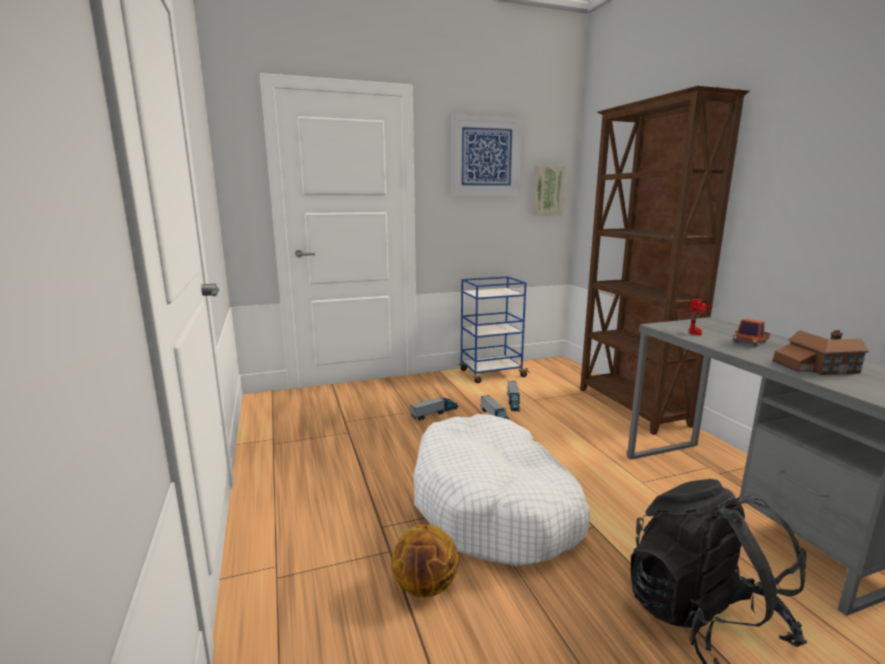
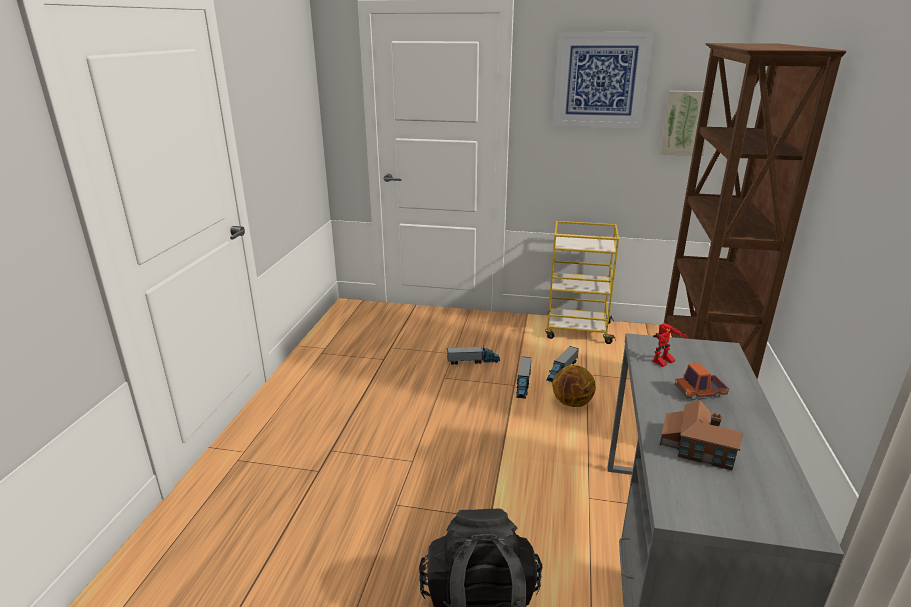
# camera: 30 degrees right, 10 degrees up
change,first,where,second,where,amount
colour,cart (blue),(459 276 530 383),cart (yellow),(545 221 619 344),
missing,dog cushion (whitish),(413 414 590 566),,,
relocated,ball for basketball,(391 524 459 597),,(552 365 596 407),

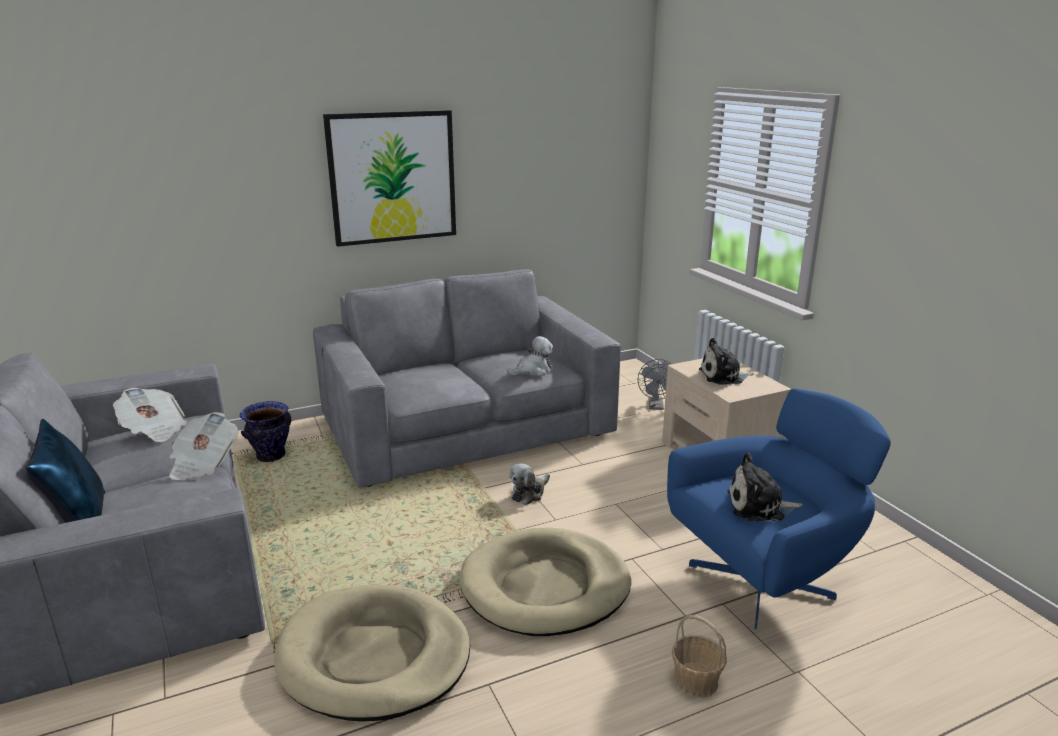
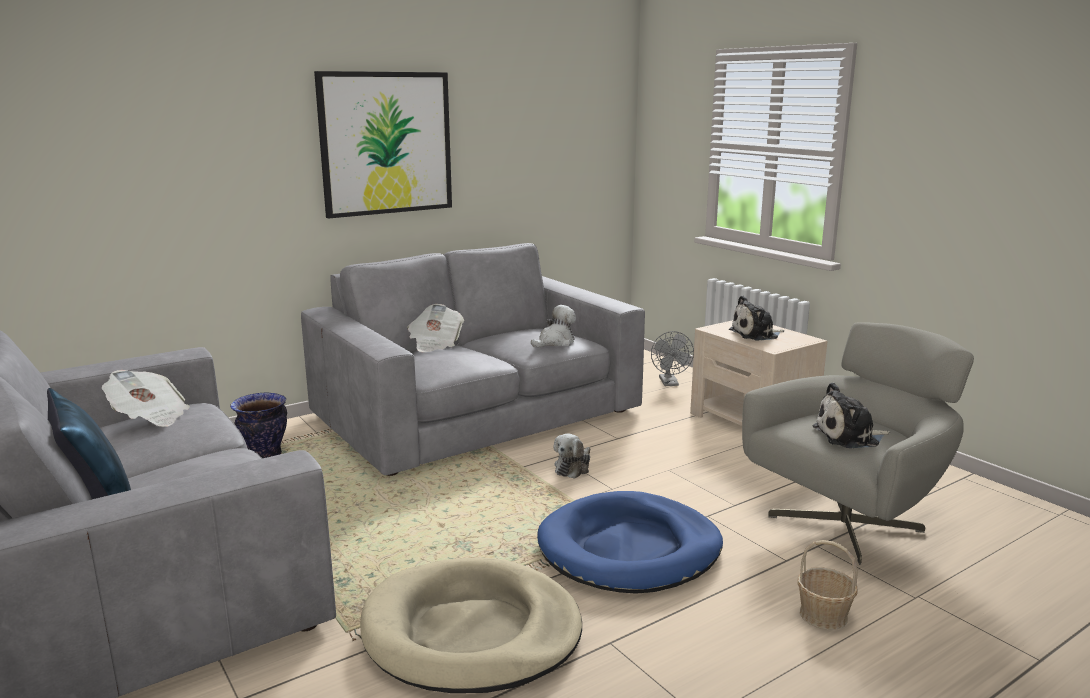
# camera: 10 degrees left, 5 degrees down
change,first,where,second,where,amount
colour,easy chair (blue),(667 388 891 630),easy chair (grey),(742 322 974 565),
relocated,daily paper,(170 412 238 480),,(407 304 464 352),
colour,dog cushion (beige),(459 527 631 636),dog cushion (blue),(537 491 723 594),

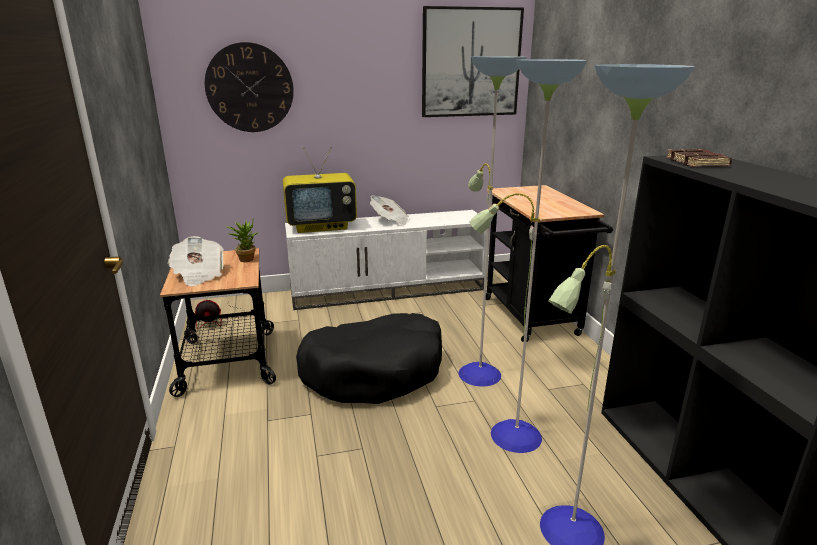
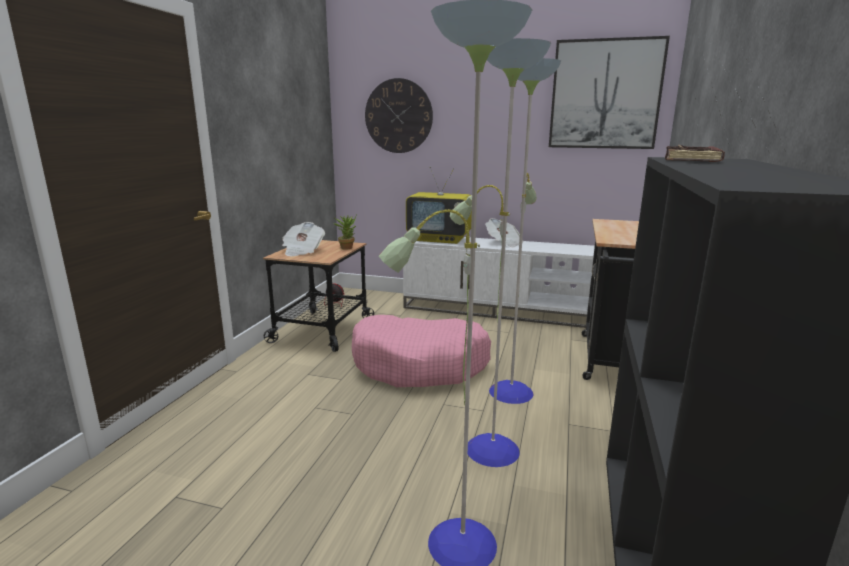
# camera: 30 degrees right, 5 degrees down
change,first,where,second,where,amount
colour,dog cushion (black),(296 313 442 404),dog cushion (pinkish),(352 315 491 387),

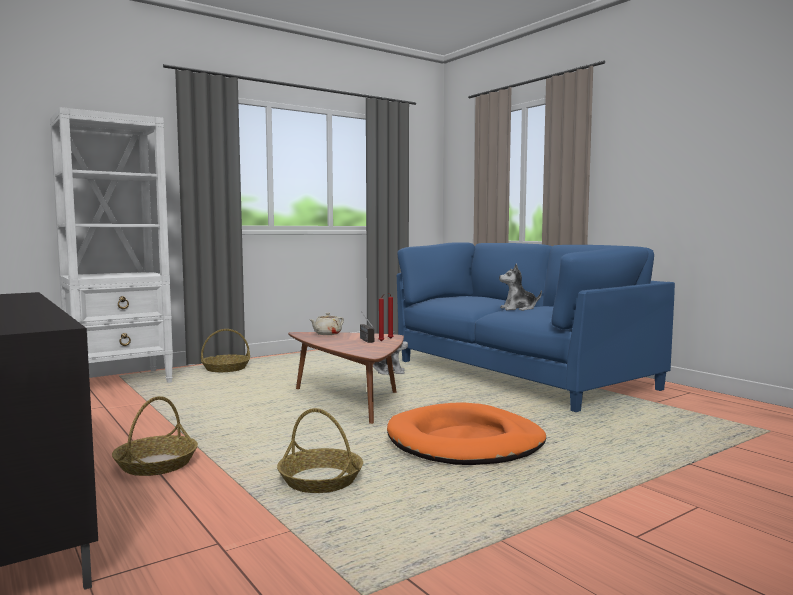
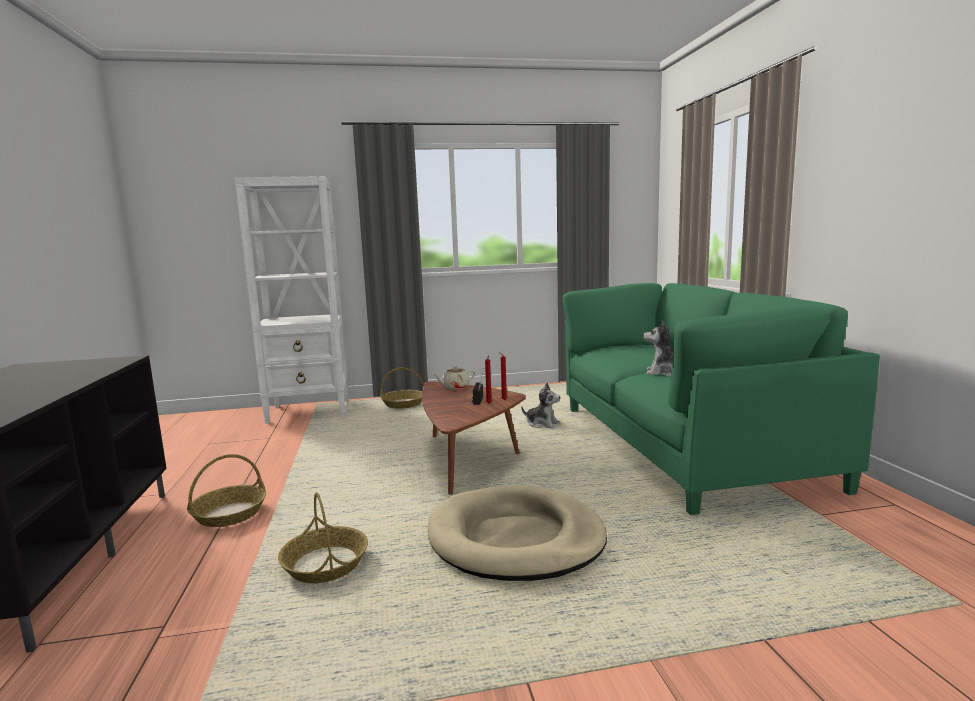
# camera: 25 degrees right, 5 degrees up
change,first,where,second,where,amount
colour,settee (blue),(397 242 675 412),settee (green),(562 283 880 515),
colour,dog cushion (orange),(387 403 546 465),dog cushion (beige),(428 486 607 581),

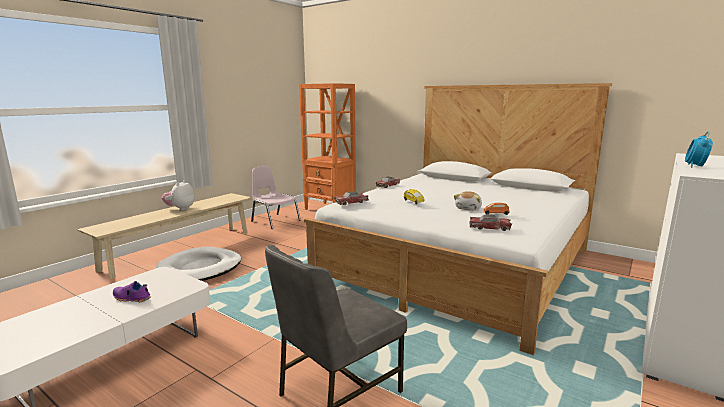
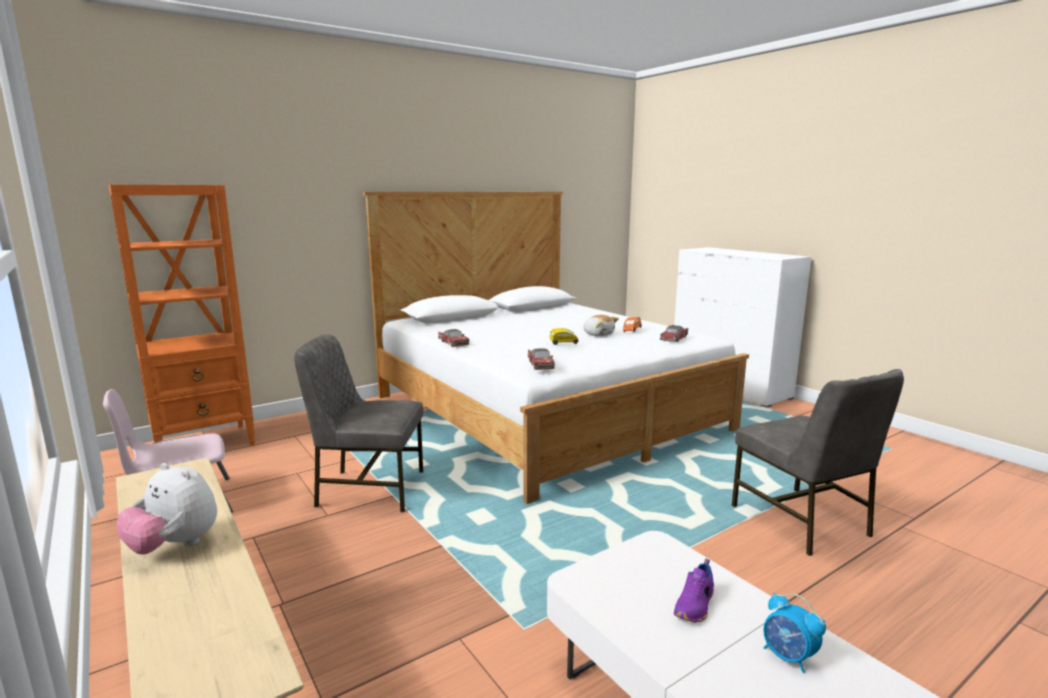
# camera: 70 degrees left, 0 degrees up
change,first,where,second,where,amount
relocated,bedside clock,(685 131 713 168),,(763 593 826 673),
missing,dog cushion (whitish),(156 247 241 281),,,
appeared,,,upright chair (grey),(294 334 424 512),

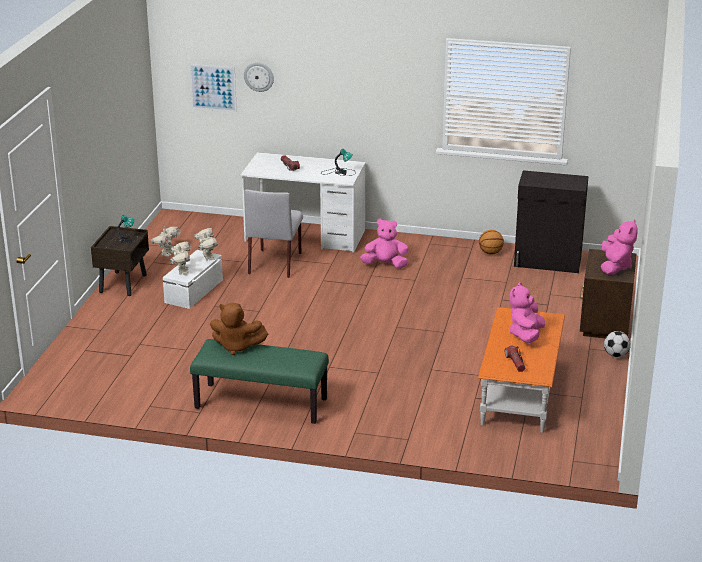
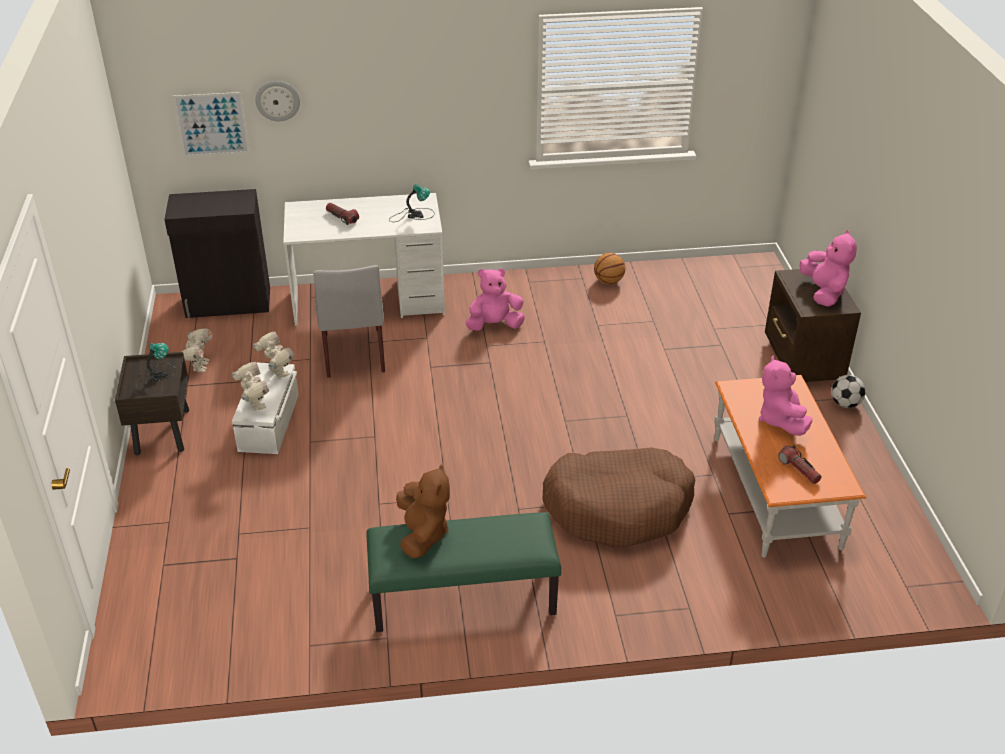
# camera: 20 degrees left, 10 degrees up
change,first,where,second,where,amount
relocated,storage cabinet (black),(514 170 589 273),,(164 189 270 318),
spun,soft toy (brown),(210 303 268 355),,(396 464 450 559),90 degrees counterclockwise
appeared,,,dog cushion (brown),(543 447 695 547),

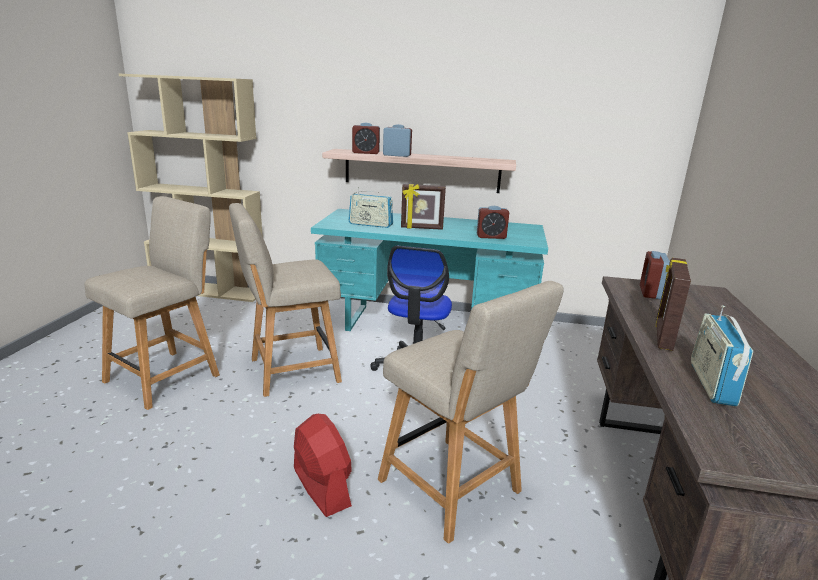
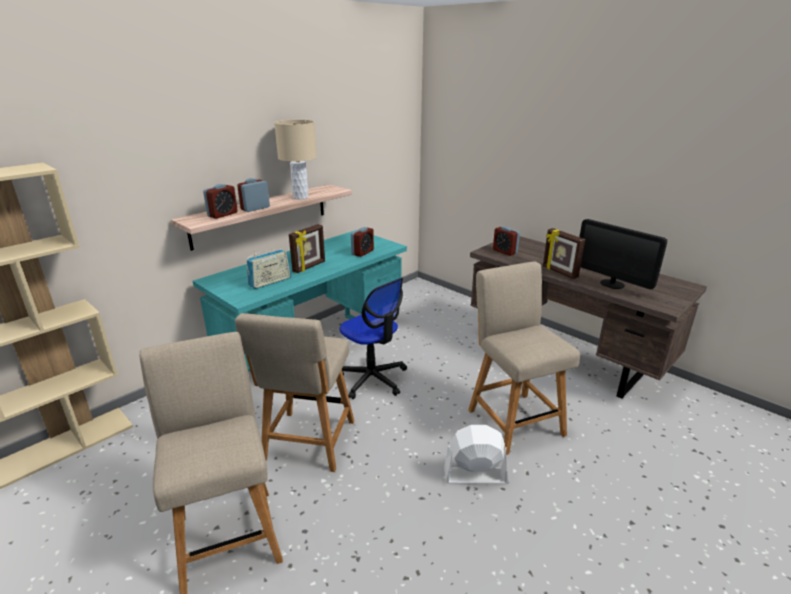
# camera: 55 degrees left, 5 degrees up
change,first,where,second,where,amount
spun,upright chair (beige),(378 281 564 544),,(468 261 580 455),105 degrees counterclockwise
exchanged,radio receiver,(691 306 753 407),monitor,(579 219 667 289),
colour,fan (red-coloured),(294 414 352 517),fan (whitish),(444 425 508 485),
appeared,,,lamp for a table (beige),(274 120 317 200),

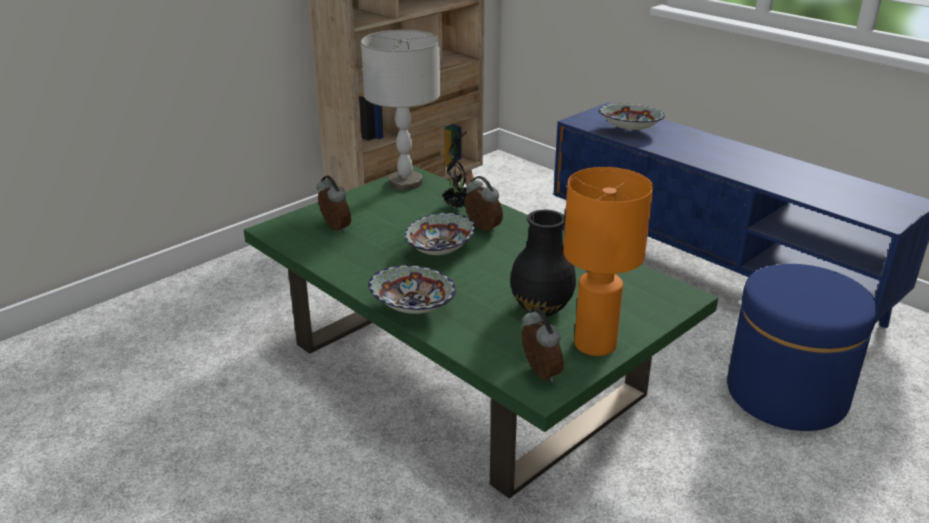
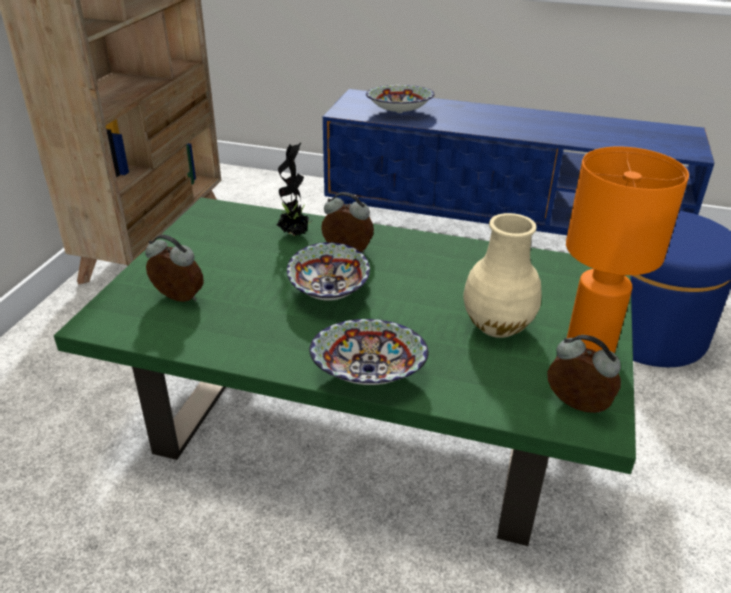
# camera: 30 degrees left, 5 degrees up
change,first,where,second,where,amount
missing,lamp for a table (grey),(361 30 440 190),,,
colour,decorative vase (black),(510 210 576 317),decorative vase (beige),(463 213 542 338),

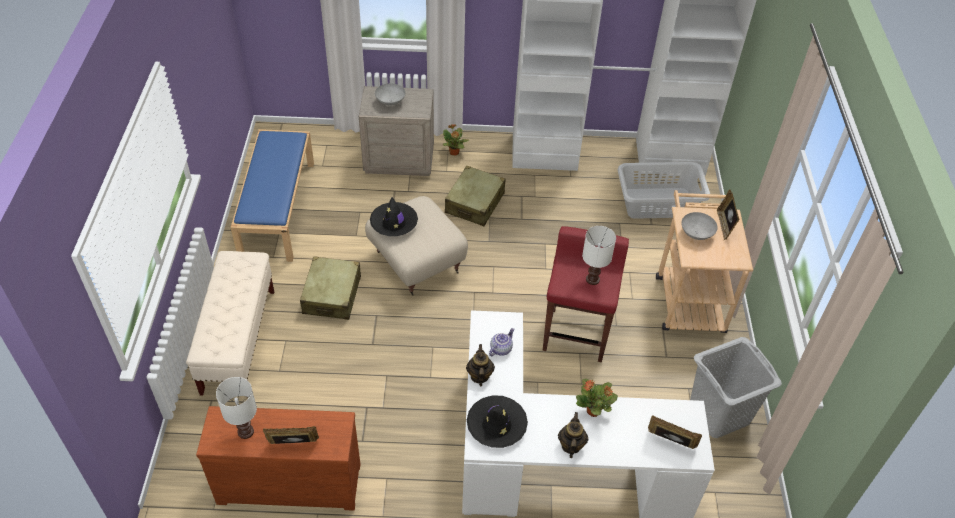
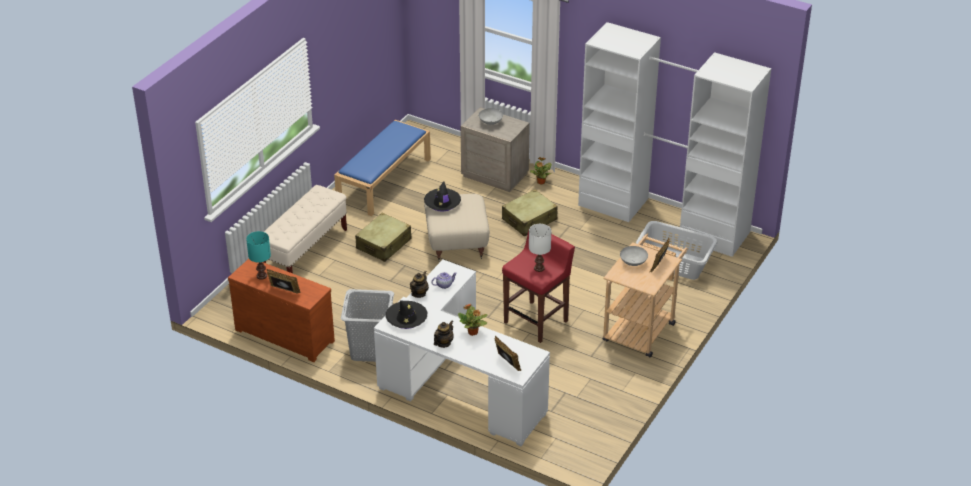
# camera: 30 degrees right, 10 degrees down
change,first,where,second,where,amount
relocated,laundry basket (grey),(690 337 782 438),,(341 289 394 362),
colour,lamp for a table (whitish),(216 377 257 439),lamp for a table (turquoise-coloured),(246 231 271 280),

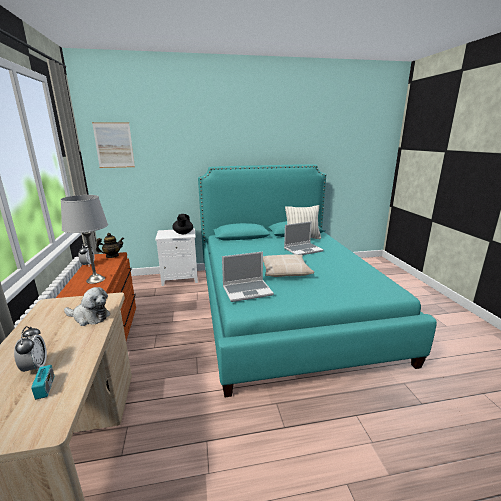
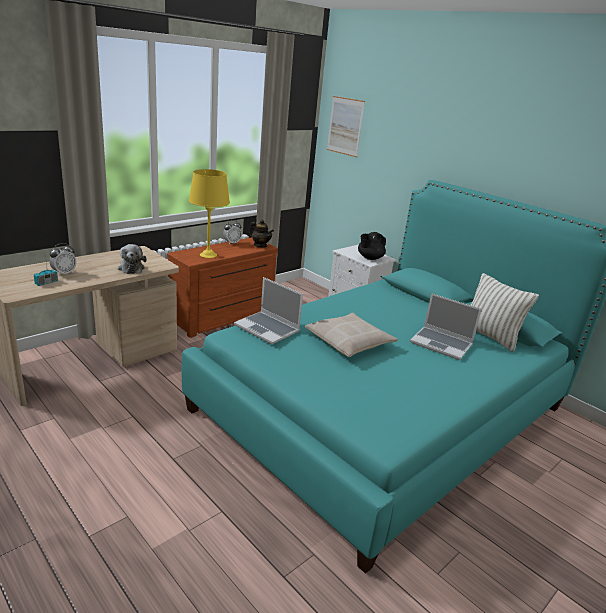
# camera: 55 degrees right, 5 degrees up
change,first,where,second,where,amount
colour,lamp for a table (grey),(61 195 108 284),lamp for a table (yellow),(189 169 230 258),

